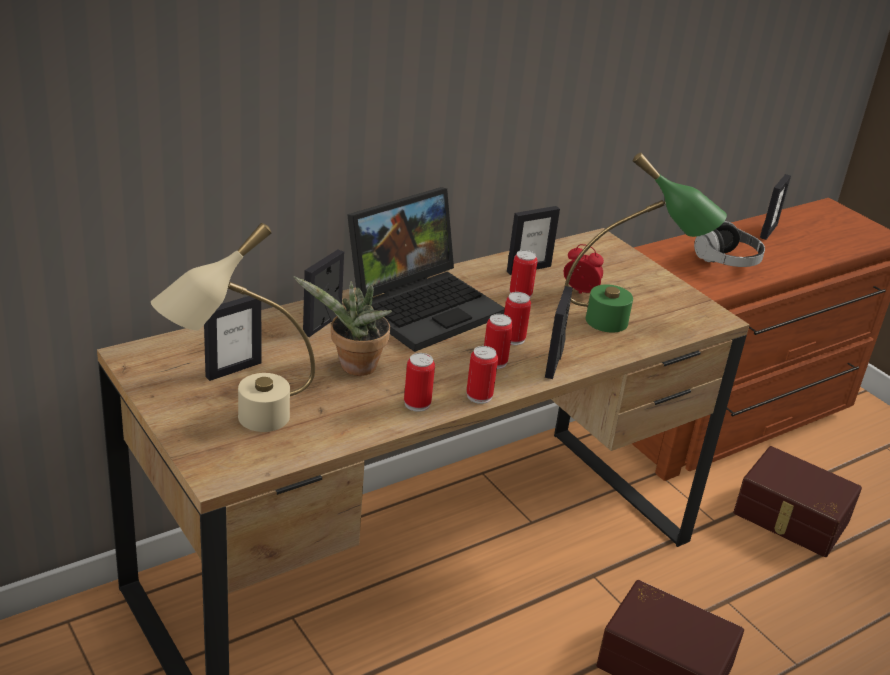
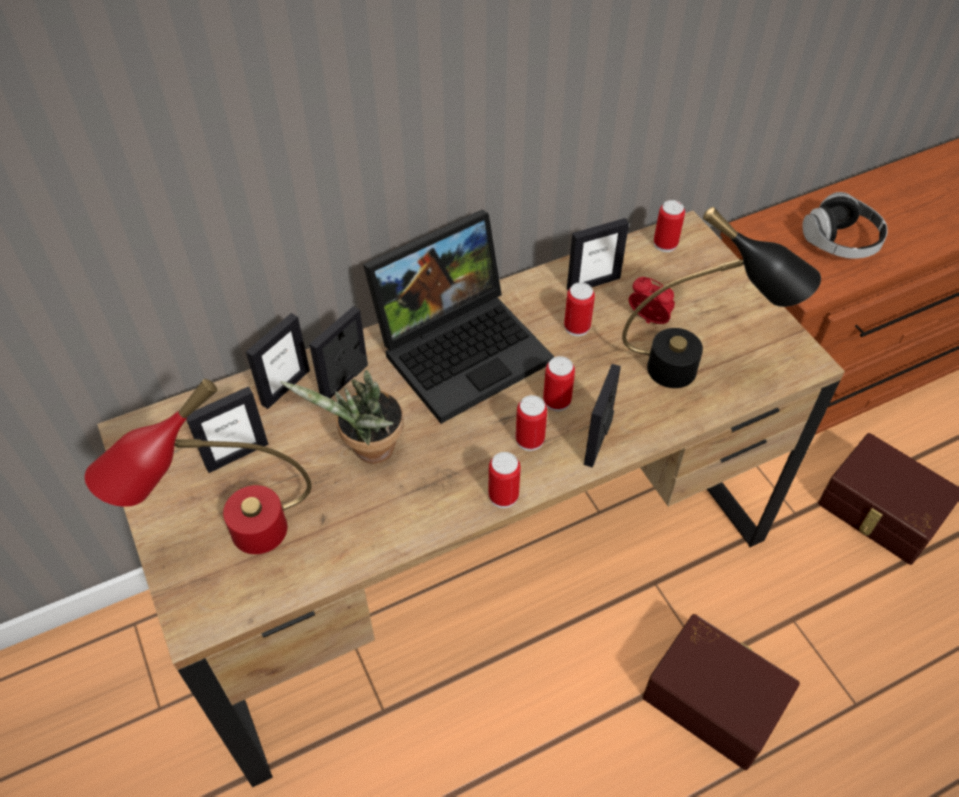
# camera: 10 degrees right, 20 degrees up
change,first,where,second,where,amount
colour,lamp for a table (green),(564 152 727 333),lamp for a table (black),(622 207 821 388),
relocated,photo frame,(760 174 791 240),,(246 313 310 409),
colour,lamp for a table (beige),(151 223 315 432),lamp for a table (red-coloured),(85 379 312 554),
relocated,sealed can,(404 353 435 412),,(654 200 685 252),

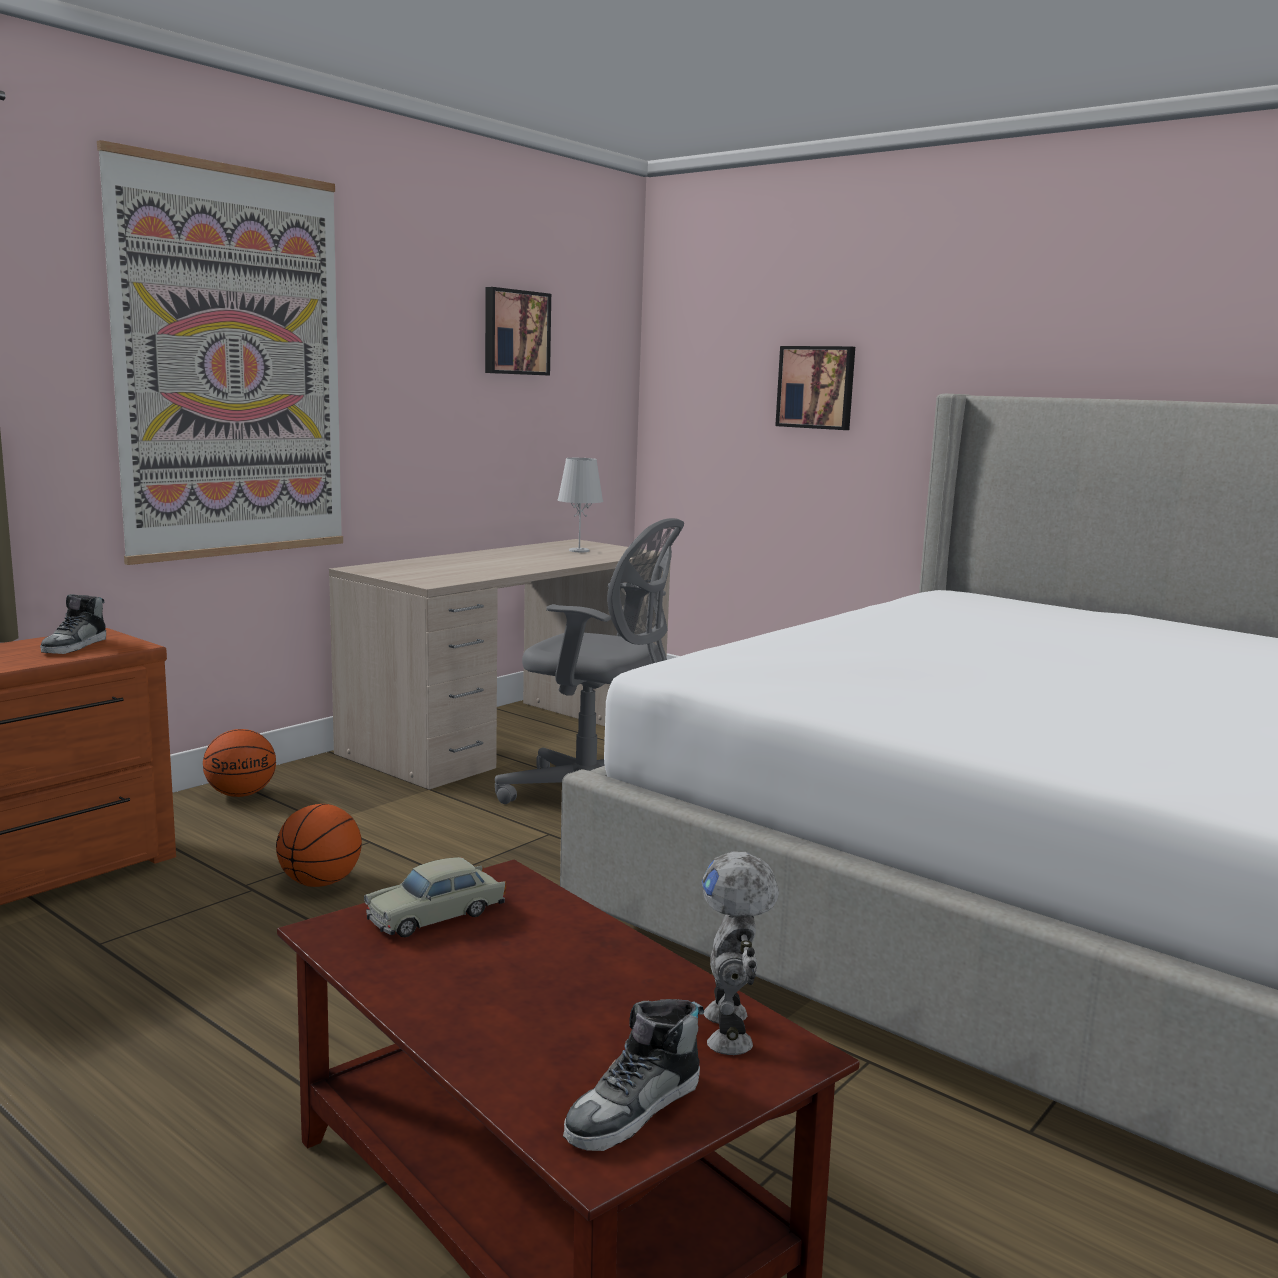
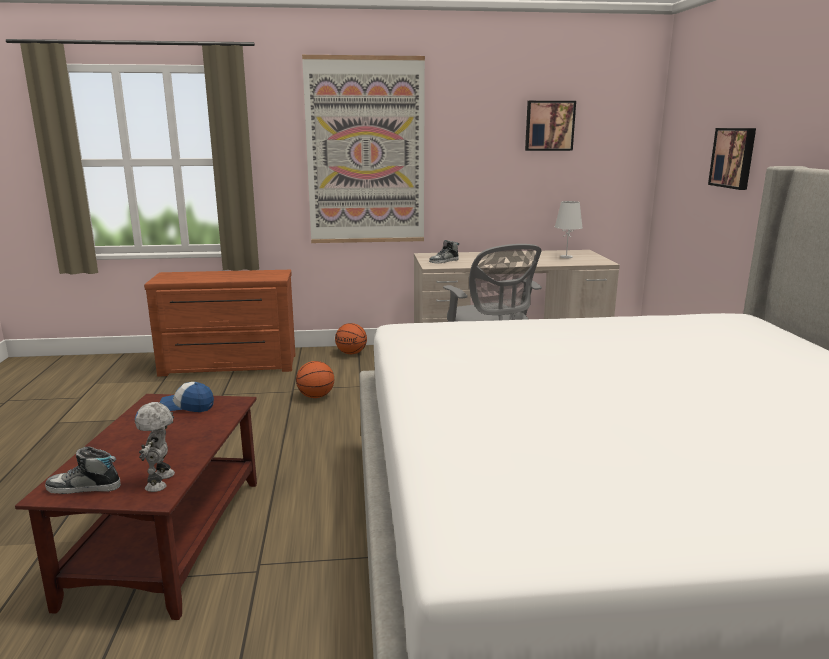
# camera: 45 degrees right, 5 degrees up
change,first,where,second,where,amount
relocated,shoe,(40 594 106 654),,(429 240 459 264),
spun,robot figure,(702 852 779 1055),,(135 402 175 492),45 degrees counterclockwise
exchanged,miniature car (beige),(364 857 506 937),baseball cap,(160 382 214 412),

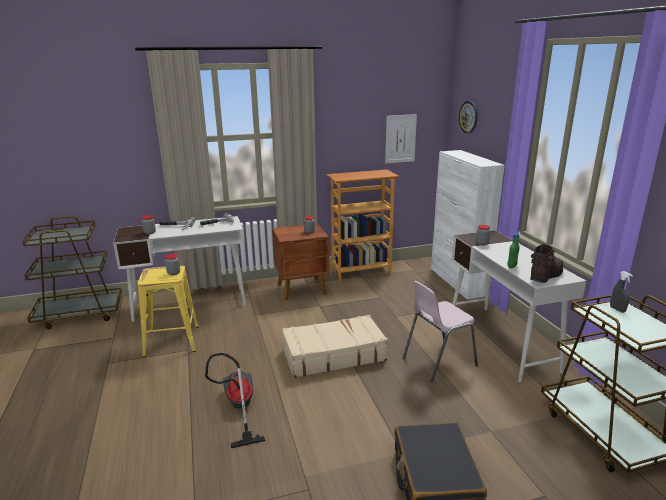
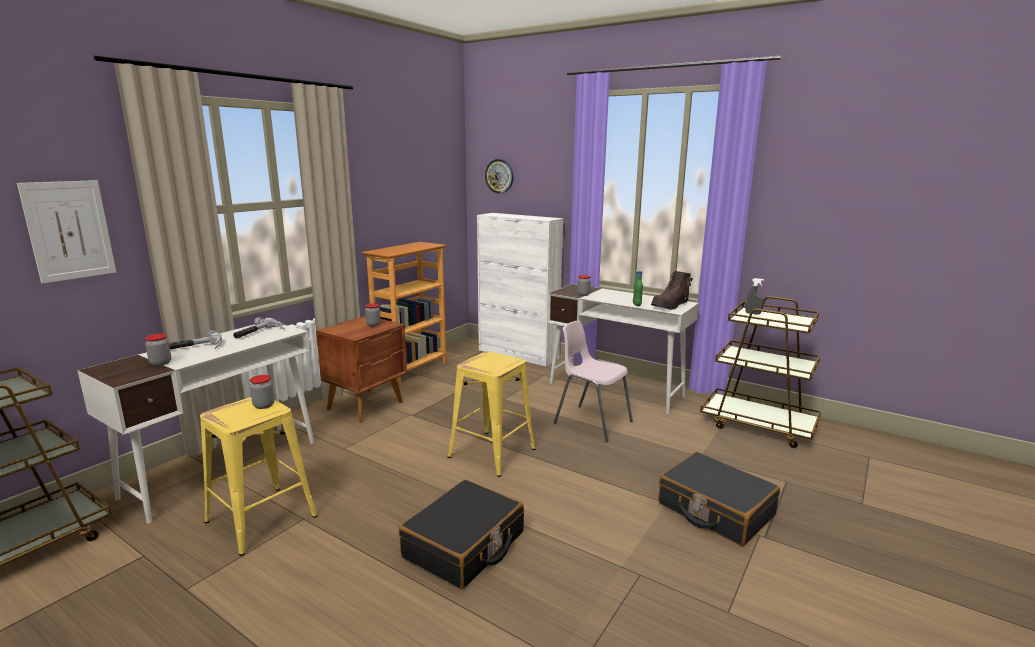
# camera: 40 degrees left, 5 degrees down
change,first,where,second,where,amount
relocated,wall art,(385 114 417 163),,(17 180 116 284),
spun,boot (brown),(530 244 563 283),,(651 271 693 310),135 degrees counterclockwise
spun,upright chair (pinkish),(403 281 478 382),,(554 321 633 442),105 degrees clockwise
exchanged,suitcase (beige),(282 315 388 378),stool (yellow),(448 352 536 477),
exchanged,hoover,(205 353 265 448),suitcase (black),(399 480 524 589),

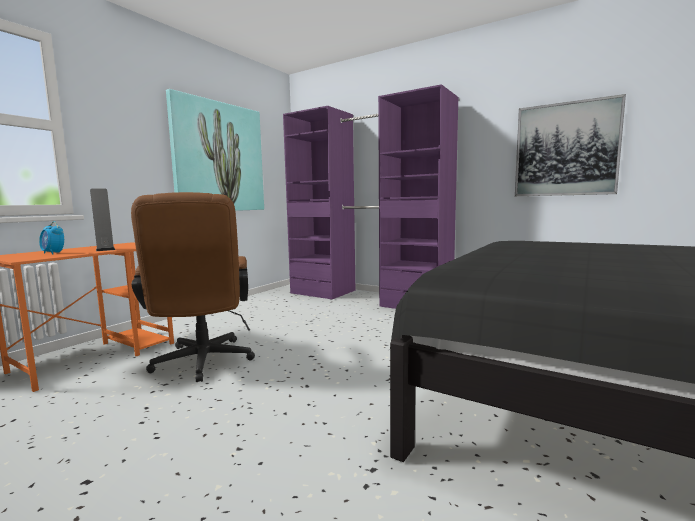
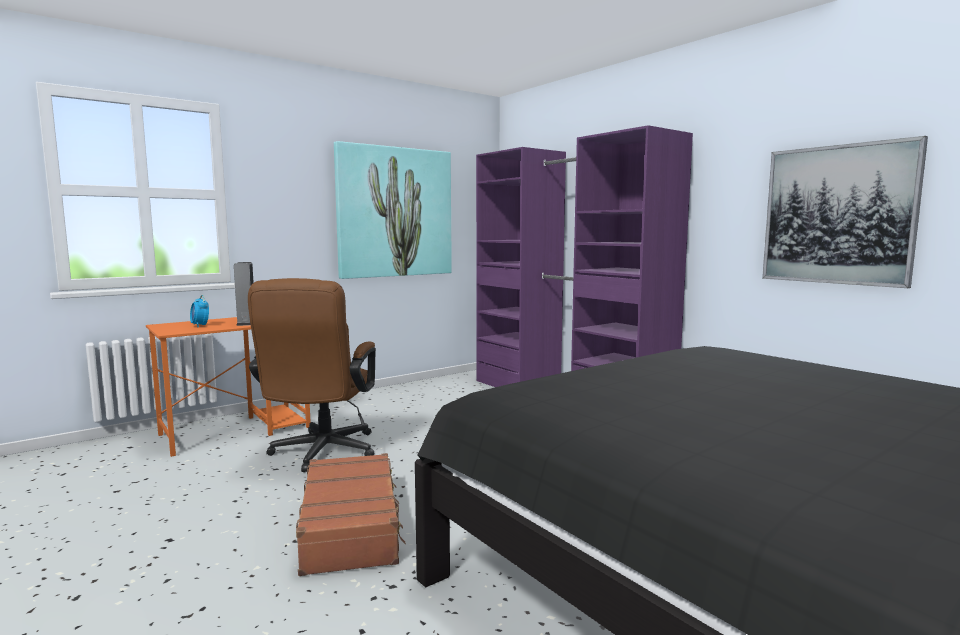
# camera: 20 degrees right, 0 degrees up
change,first,where,second,where,amount
appeared,,,suitcase (brown),(296 453 406 576),

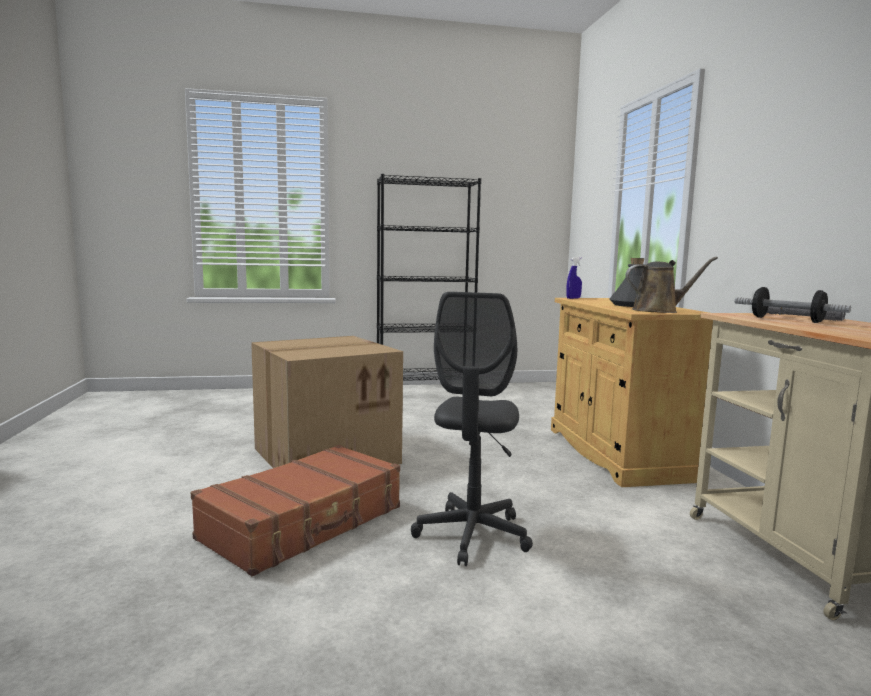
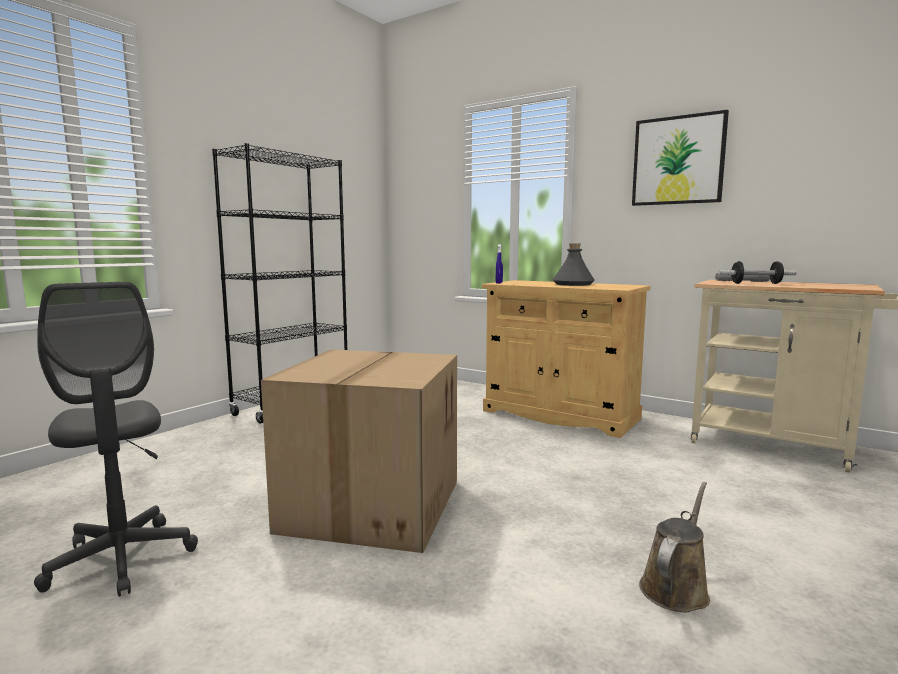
# camera: 45 degrees left, 0 degrees up
change,first,where,second,where,amount
relocated,watering can (brown),(625 257 718 313),,(639 482 710 612),
relocated,computer chair (grey),(411 292 533 566),,(34 282 198 597),
missing,suitcase (brown),(191 445 400 576),,,
appeared,,,wall art,(632 110 729 206),

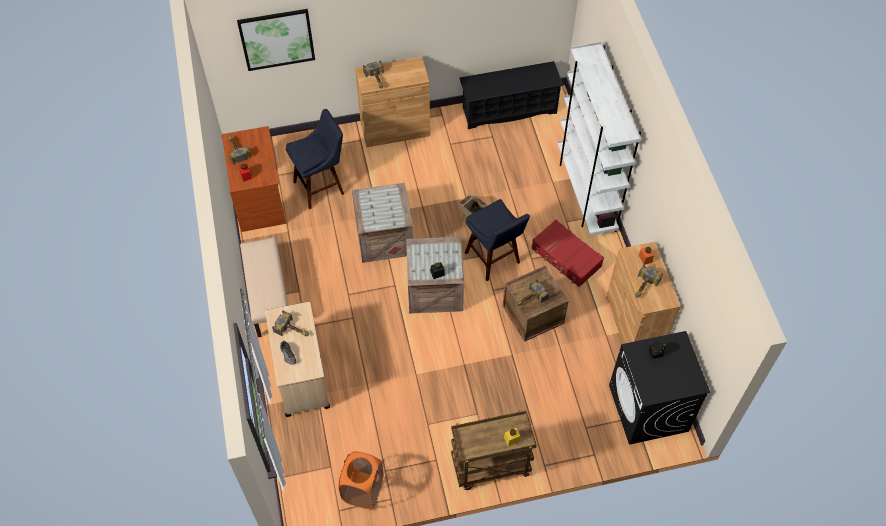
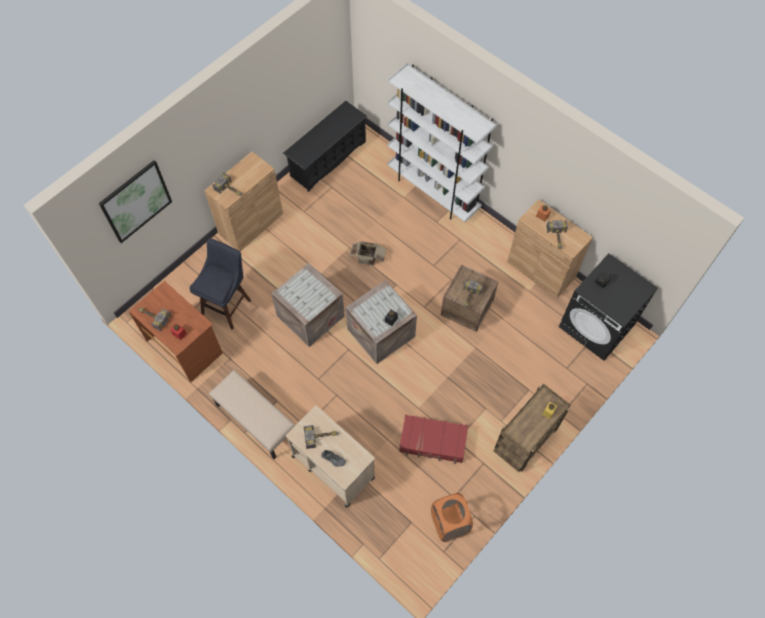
# camera: 35 degrees left, 5 degrees up
change,first,where,second,where,amount
missing,stool (blue),(465 199 530 281),,,
relocated,suitcase (red-coloured),(531 219 604 287),,(399 415 468 464),

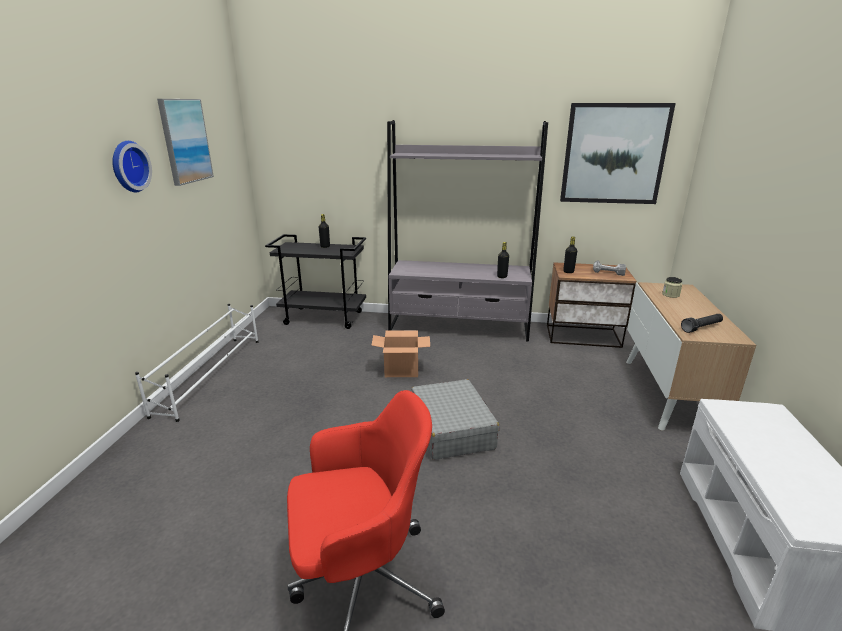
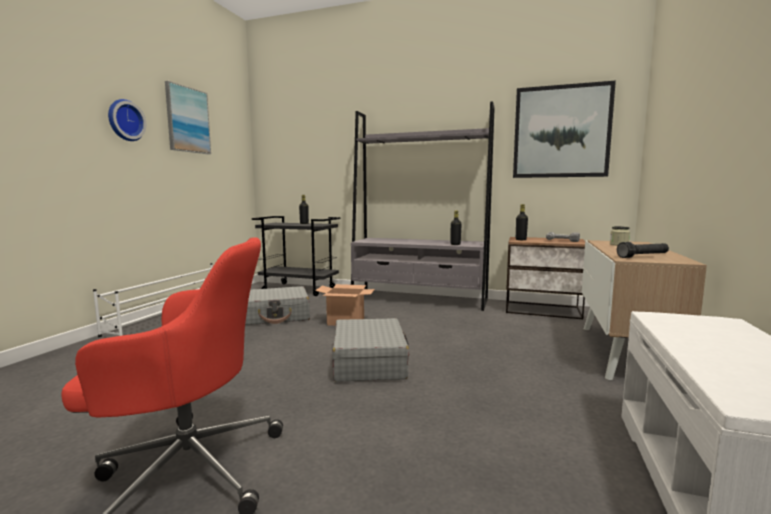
# camera: 10 degrees right, 15 degrees down
change,first,where,second,where,amount
appeared,,,suitcase (grey),(245 286 310 325),

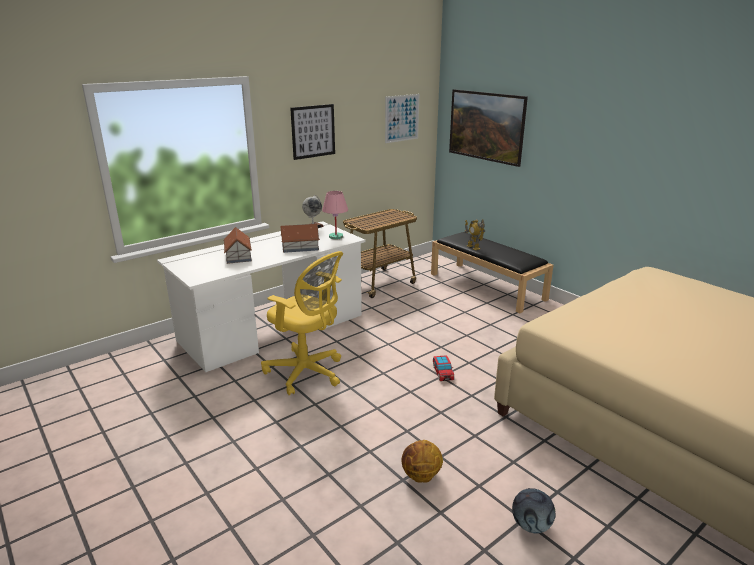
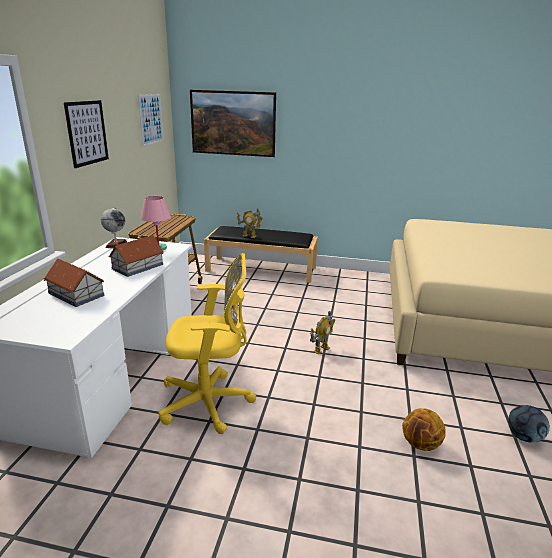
# camera: 40 degrees left, 0 degrees up
change,first,where,second,where,amount
exchanged,miniature car,(433 355 454 381),robot figure,(310 311 335 355),

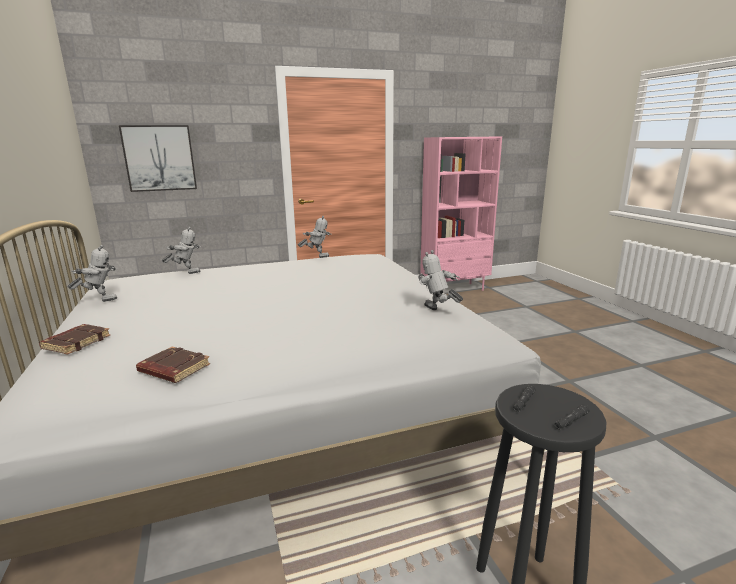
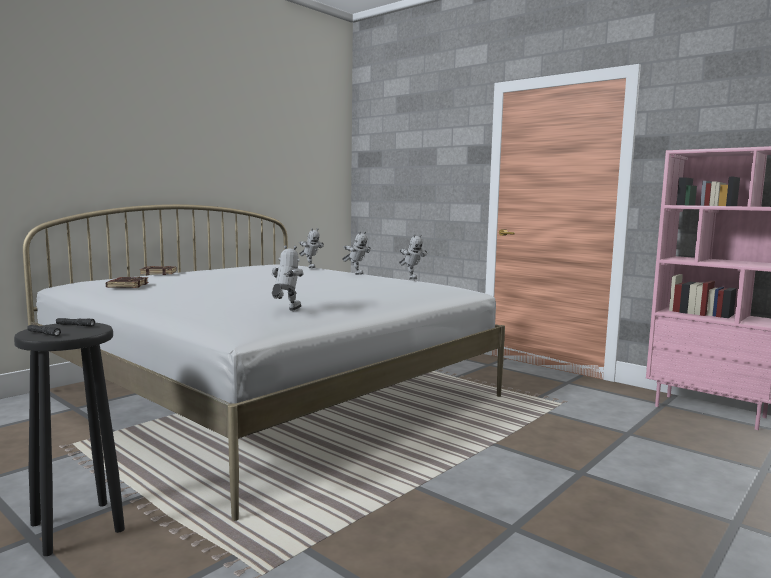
# camera: 60 degrees right, 10 degrees down
change,first,where,second,where,amount
missing,wall art,(119 125 197 192),,,
relocated,robot figure,(67 245 117 302),,(342 231 371 275),

